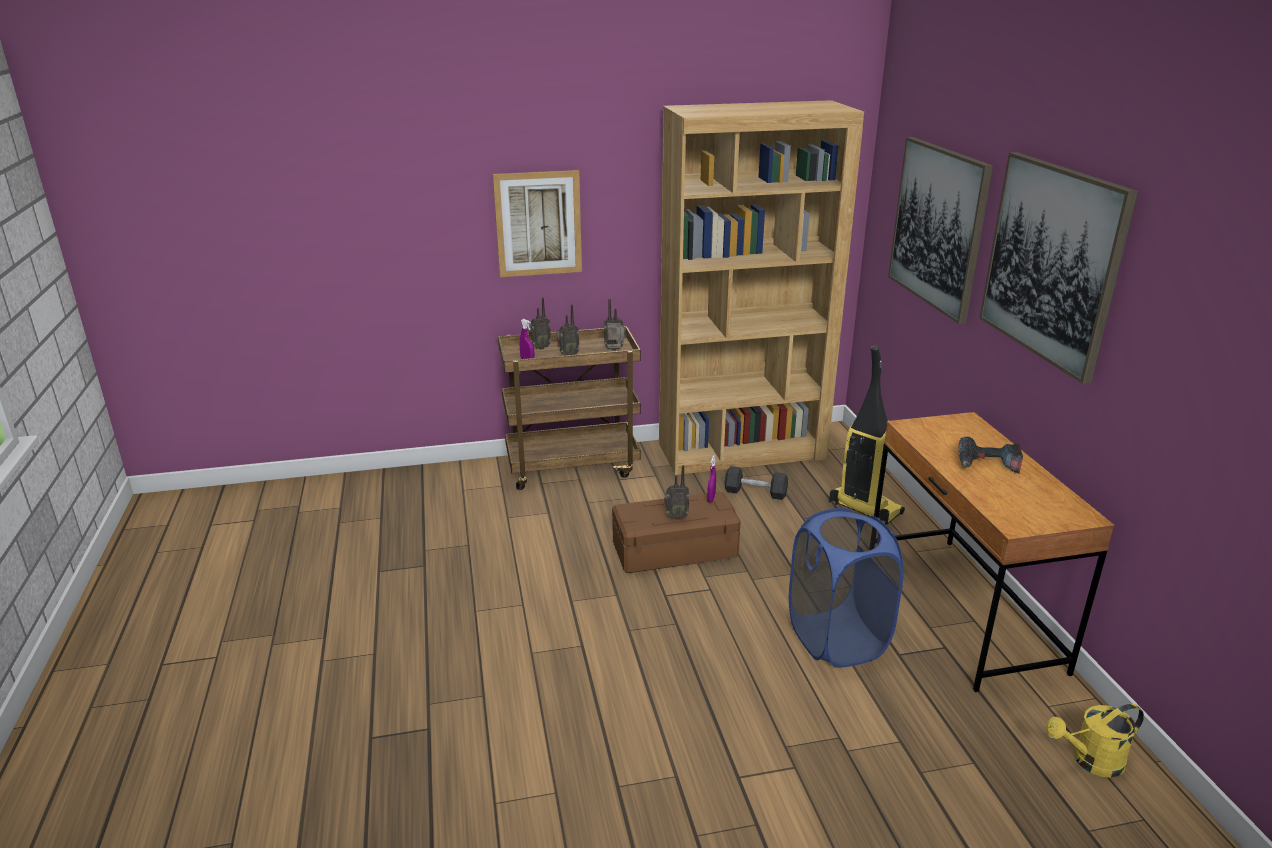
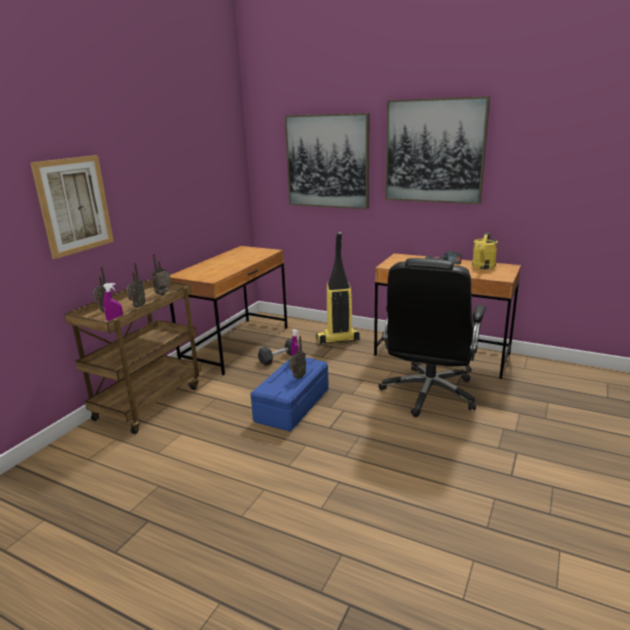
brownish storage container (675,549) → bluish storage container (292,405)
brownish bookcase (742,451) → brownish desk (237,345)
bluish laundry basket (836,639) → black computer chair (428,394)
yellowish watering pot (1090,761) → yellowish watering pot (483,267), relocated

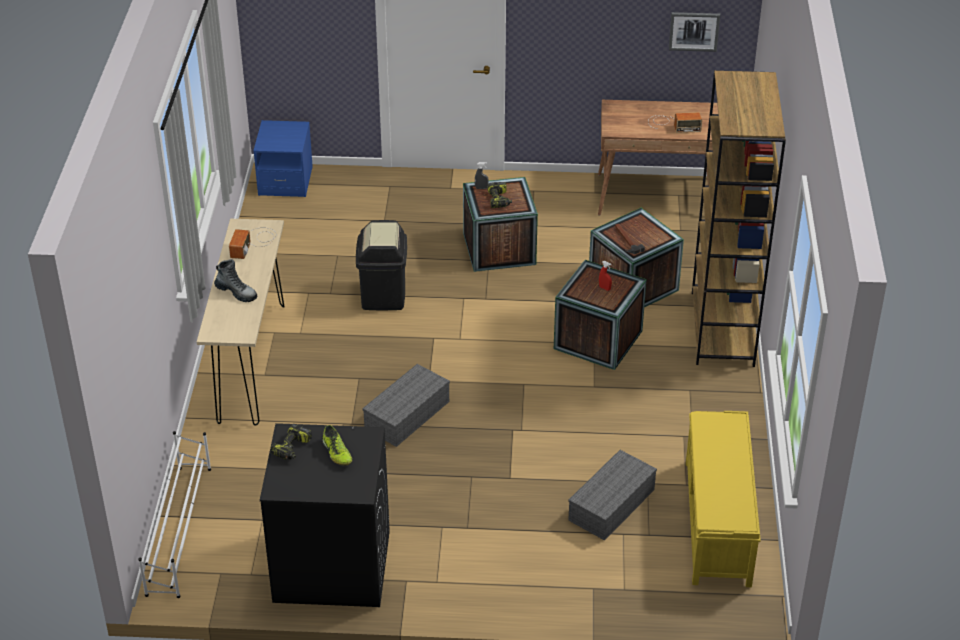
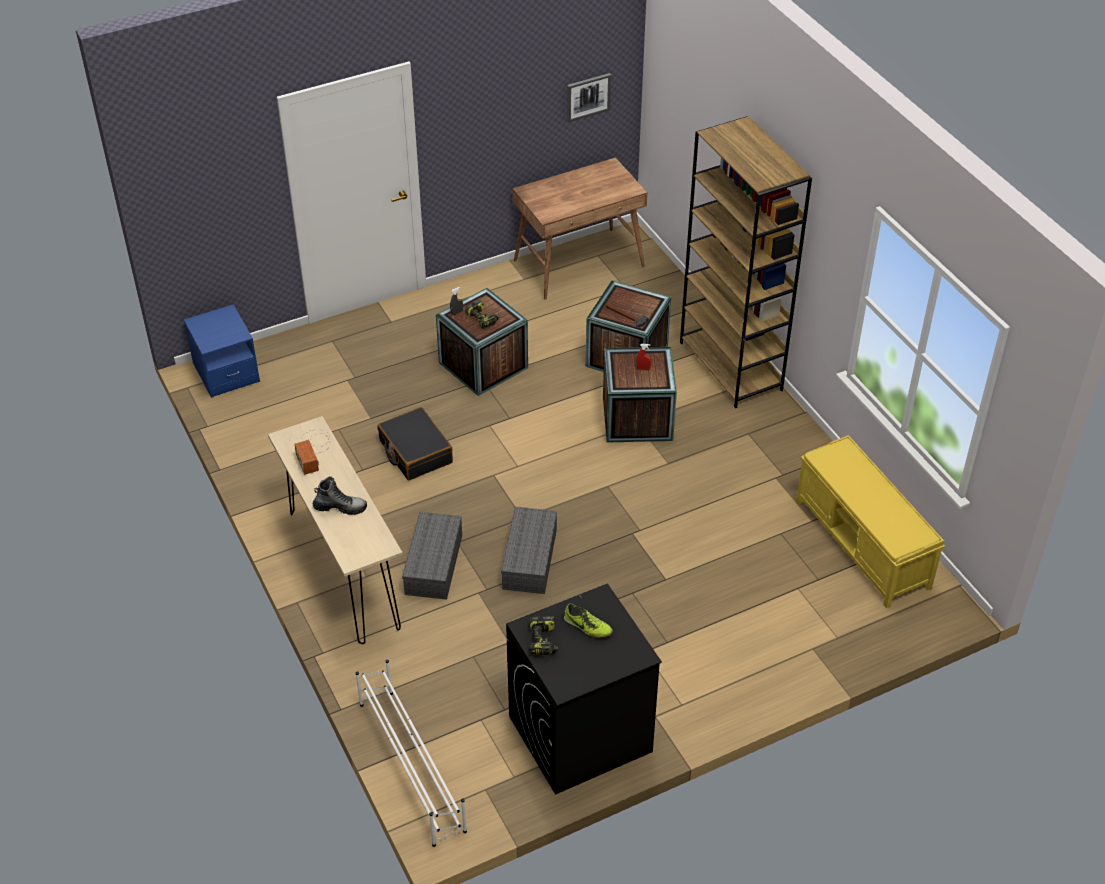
black waste bin (384,296) → black suitcase (415,452)
greyish storage container (611,506) → greyish storage container (434,565), relocated
radio set (672,124) → -

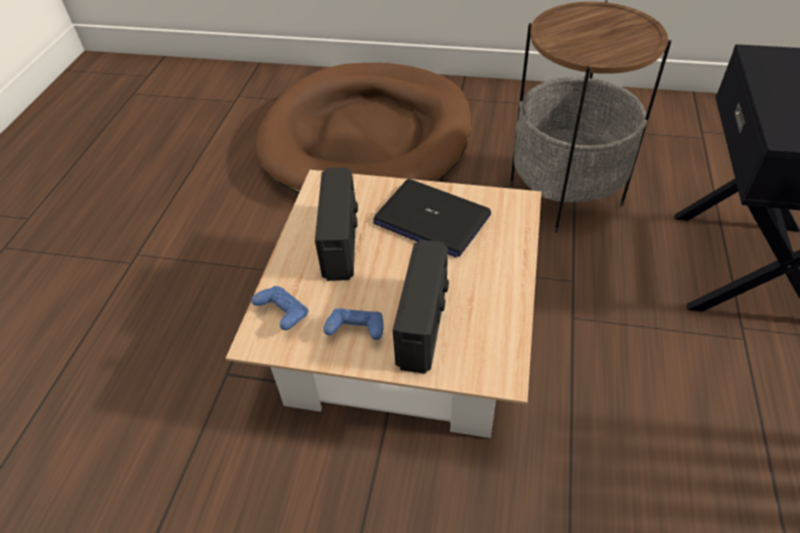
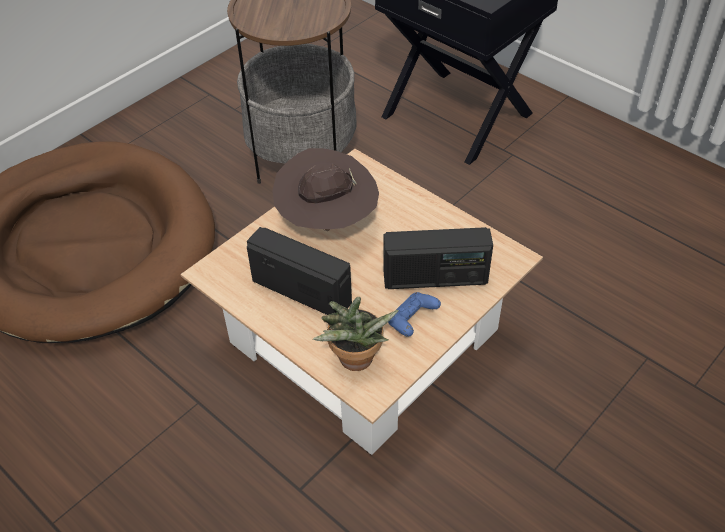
bluish joypad (283,315) → plant in a pot (355,362)
laptop (431,219) → brownish clothing hat (327,222)
radio set (423,324) → radio set (435,278), 135 degrees clockwise

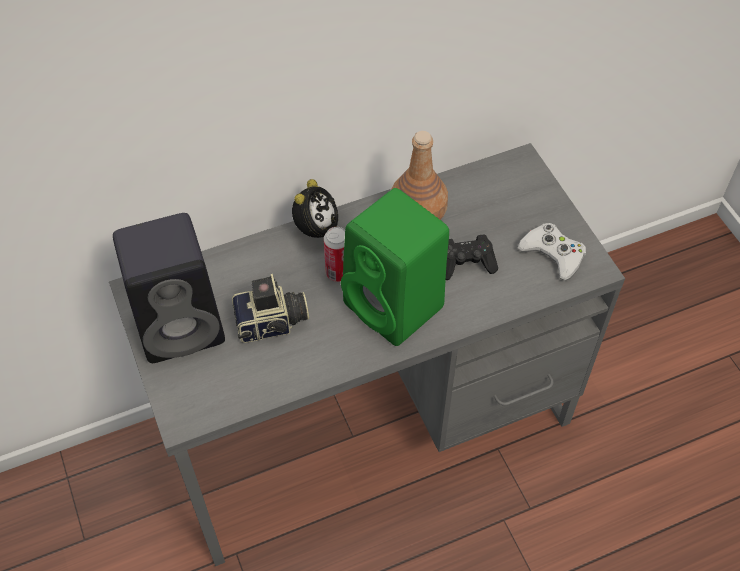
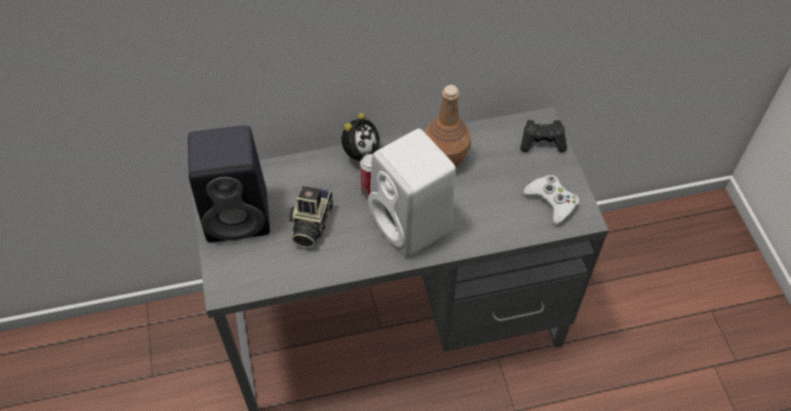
still camera (272,324) → still camera (310,225), 105 degrees clockwise
green-coloured speaker (396,306) → white-coloured speaker (413,226)
black joypad (466,264) → black joypad (542,142), relocated

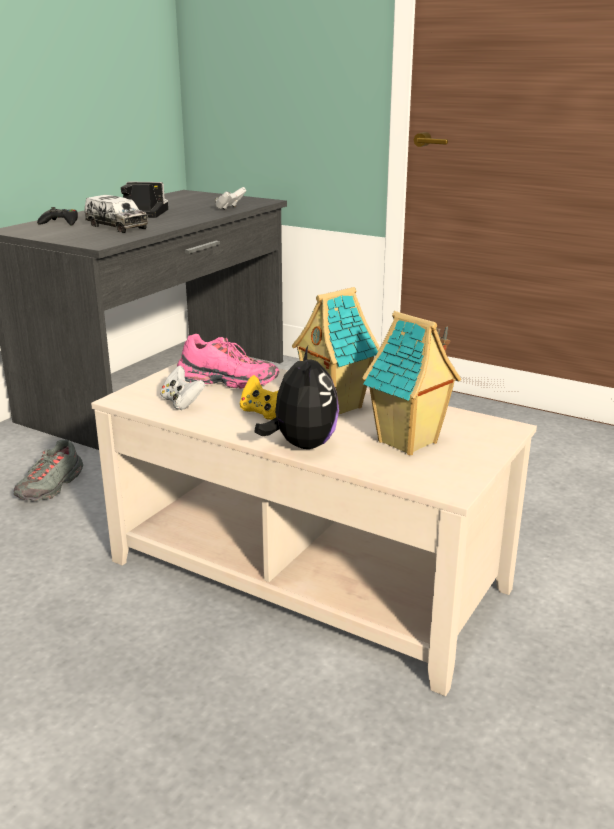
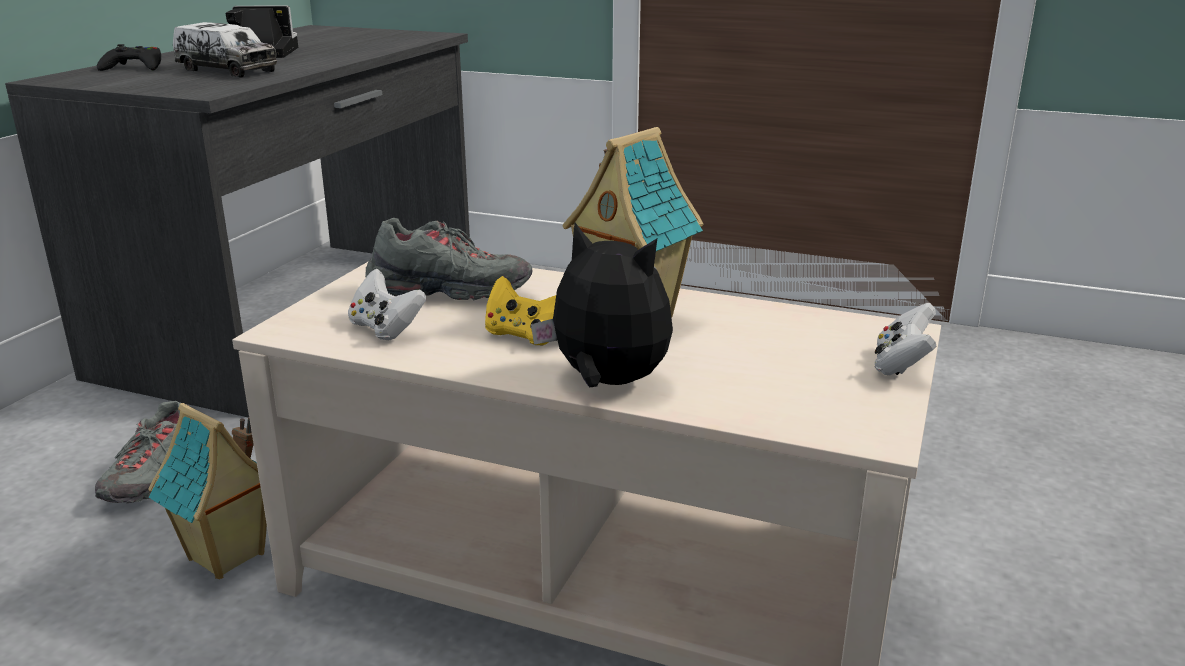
pink-coloured shoe (227,383) → greyish shoe (449,292)
white-coloured joypad (230,208) → white-coloured joypad (901,365), relocated
soft toy (301,445) → soft toy (606,382), 45 degrees counterclockwise
toy house (408,443) → toy house (227,557), relocated

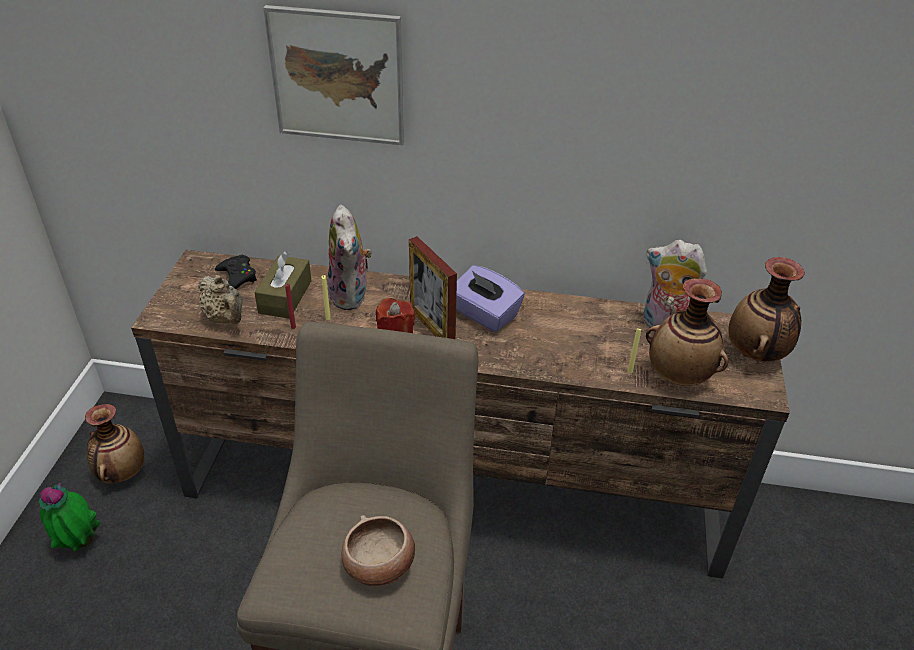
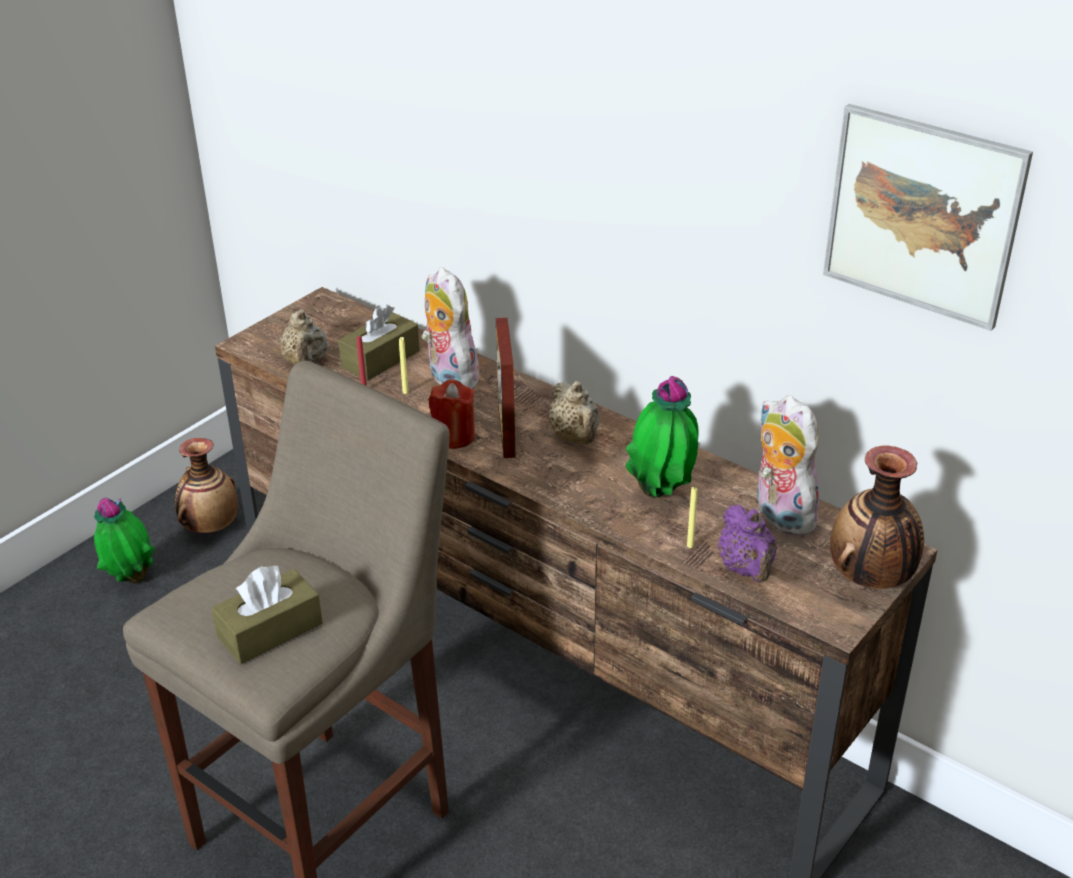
black joypad (237,277) → -
wall picture (337,76) → wall picture (922,216), relocated
soft toy (352,296) → soft toy (448,377), 135 degrees clockwise
deep dish (379,566) → brownish tissue holder (270,630)
purple tissue holder (484,314) → beige-coloured teapot (575,437)
vase (679,375) → purple teapot (746,569)
- → plant in a pot (662,494)

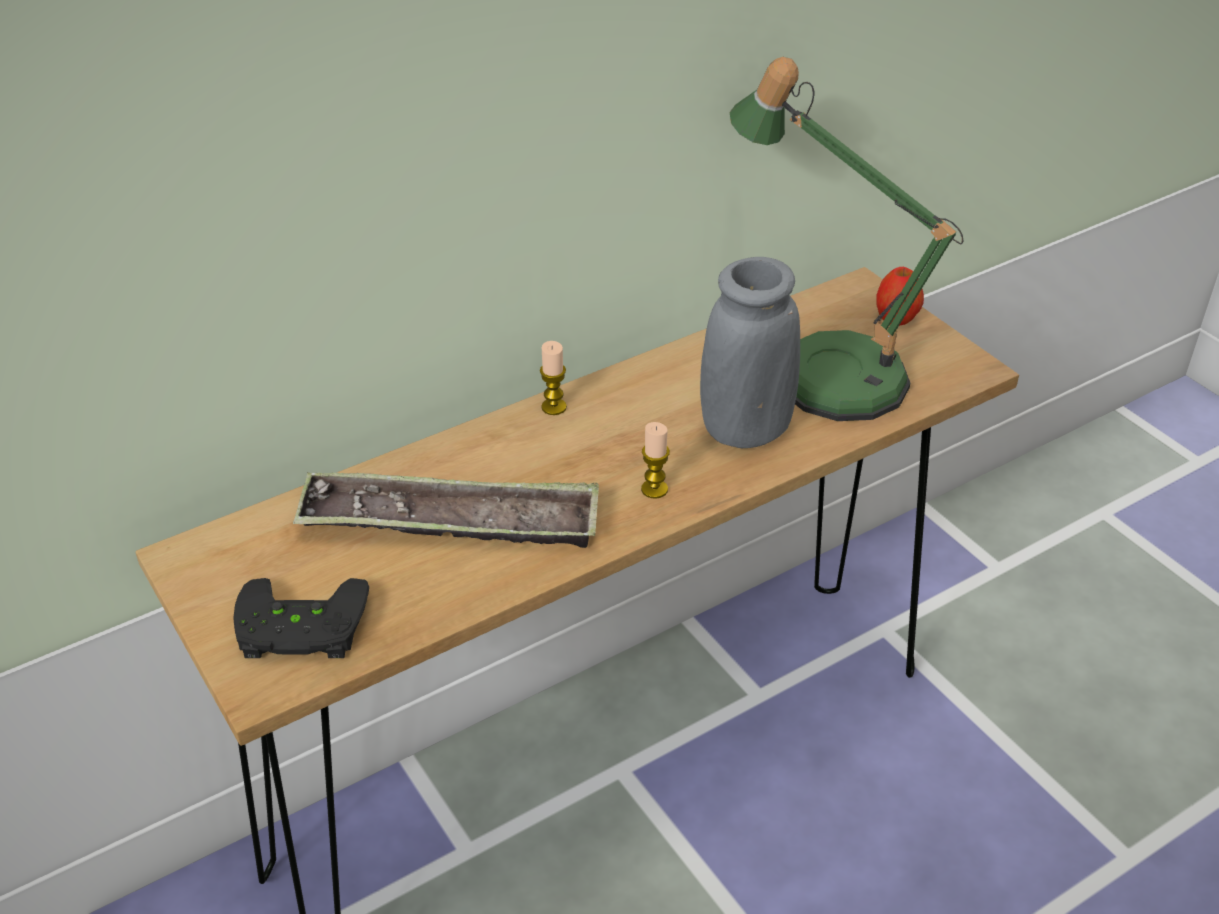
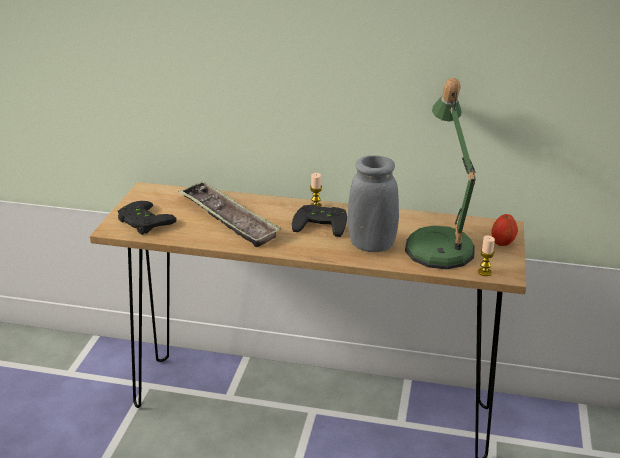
wax candle (654,489) → wax candle (484,272), relocated
- → black joypad (322,223)

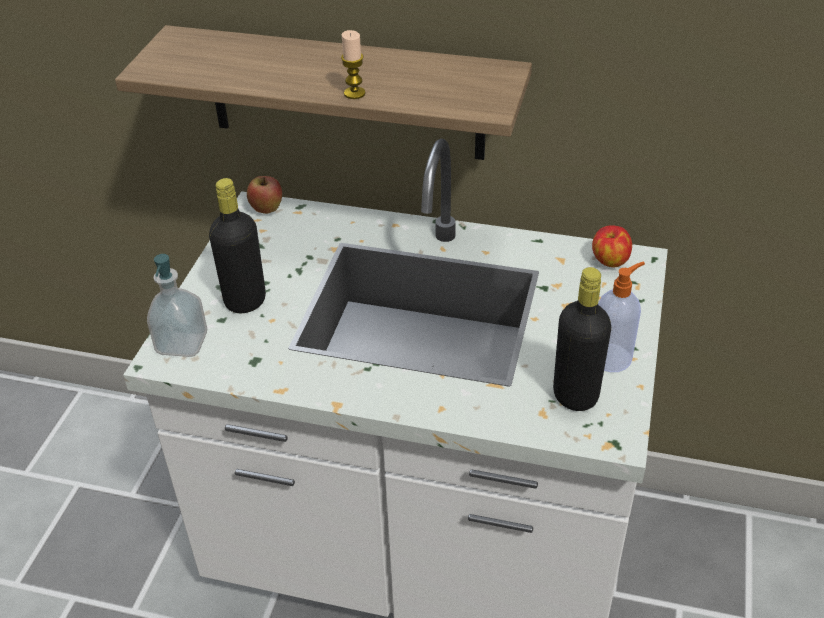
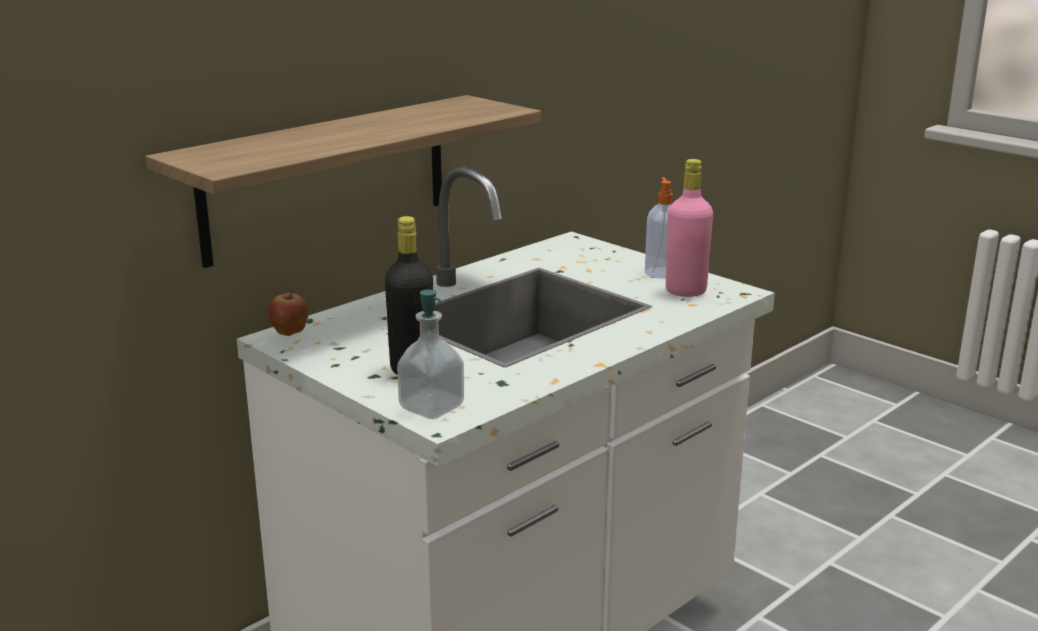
wax candle (354,93) → -
black bottle (575,395) → pink-coloured bottle (685,291)
whole apple (609,261) → -

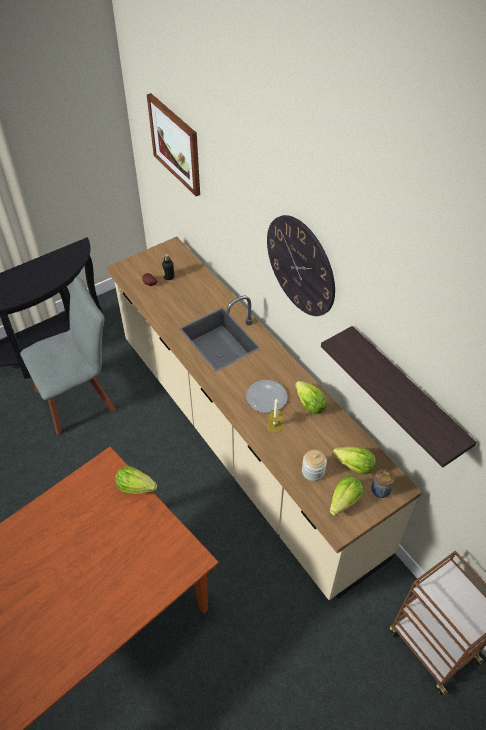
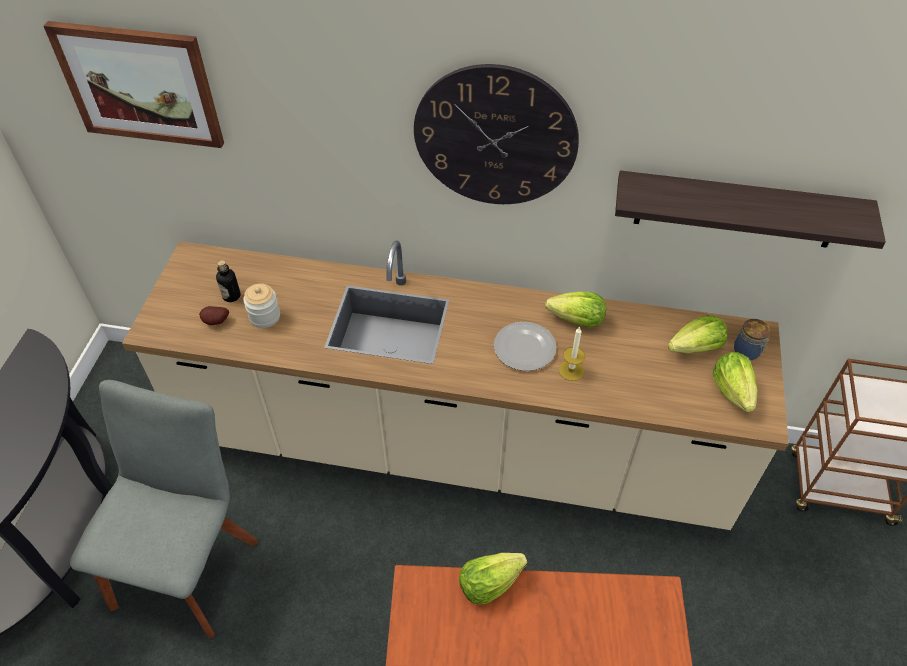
storage jar (313,471) → storage jar (264,316), relocated

